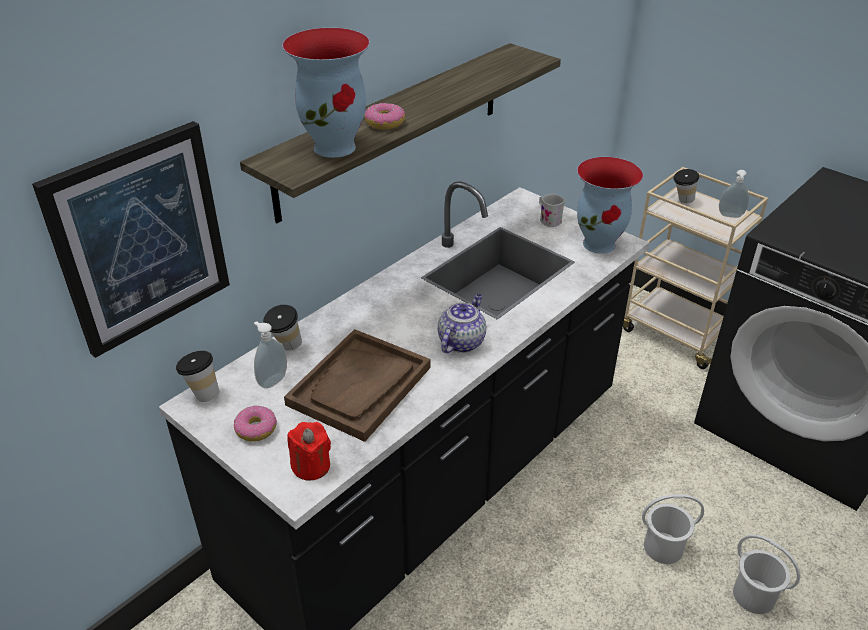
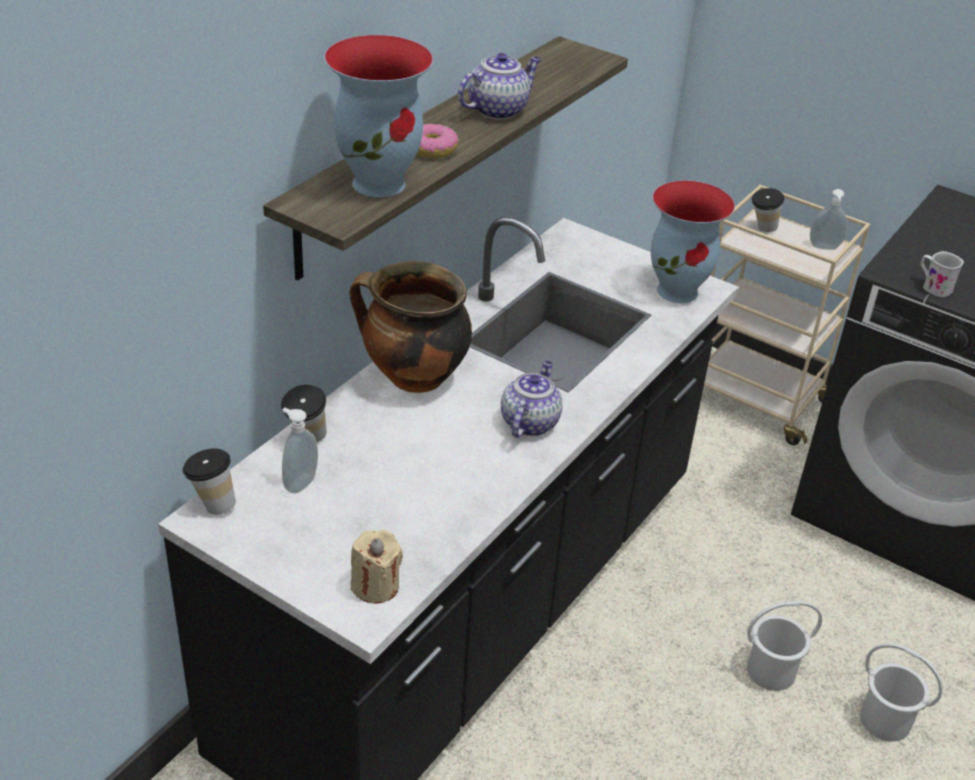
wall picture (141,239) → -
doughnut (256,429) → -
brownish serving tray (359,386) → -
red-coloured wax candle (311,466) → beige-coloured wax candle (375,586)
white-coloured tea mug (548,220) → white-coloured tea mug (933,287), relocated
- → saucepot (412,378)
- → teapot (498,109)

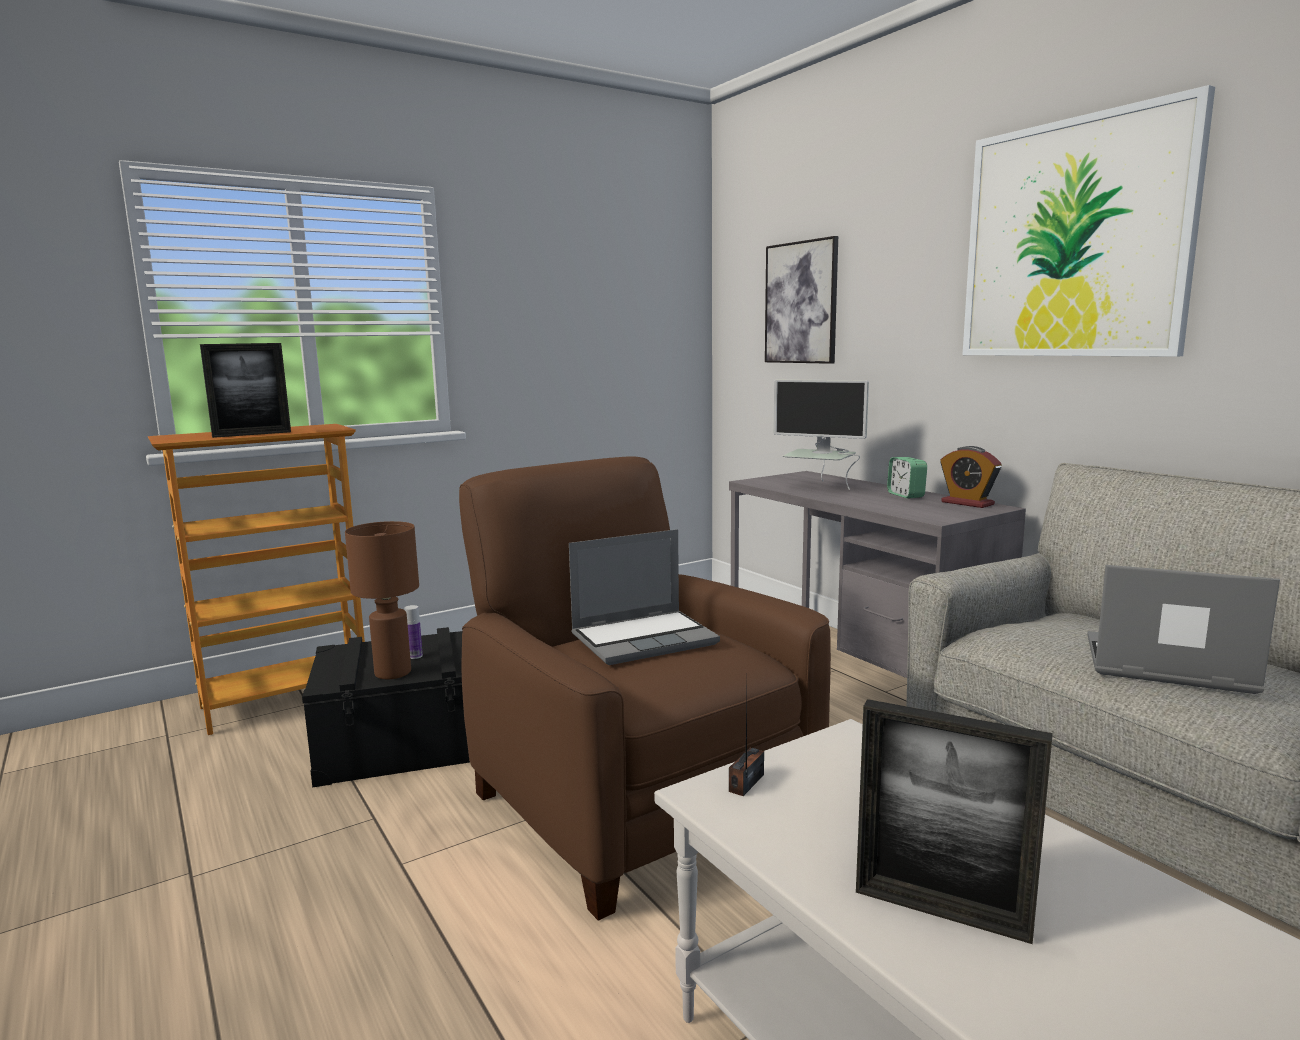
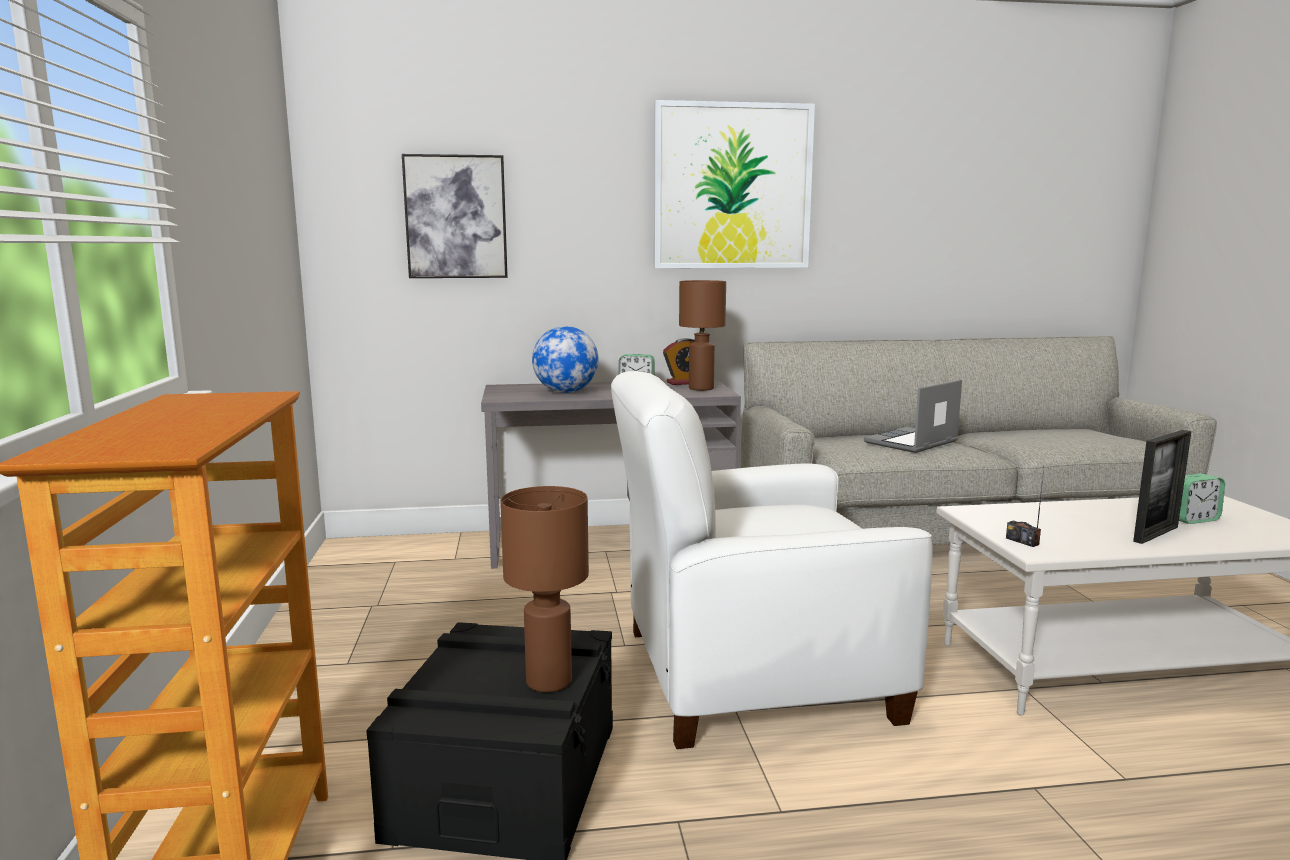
standing frame (252,434) → -
bottle (415,656) → -
brownish armchair (637,801) → white-coloured armchair (751,674)
laptop (645,639) → -
monitor (819,487) → world globe (565,392)
- → brownish lamp for a table (700,388)
- → bedside clock (1192,519)

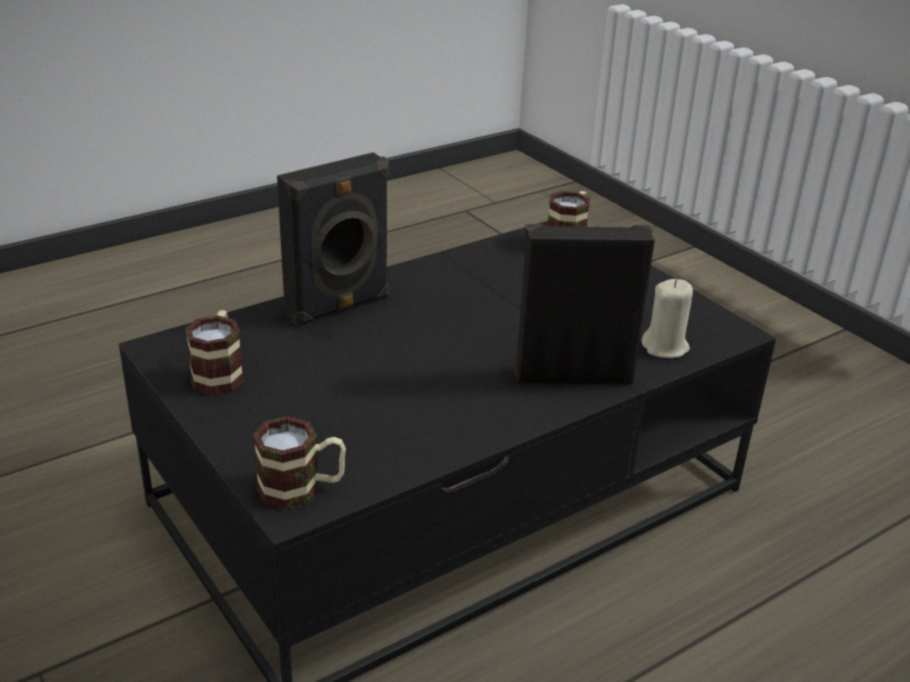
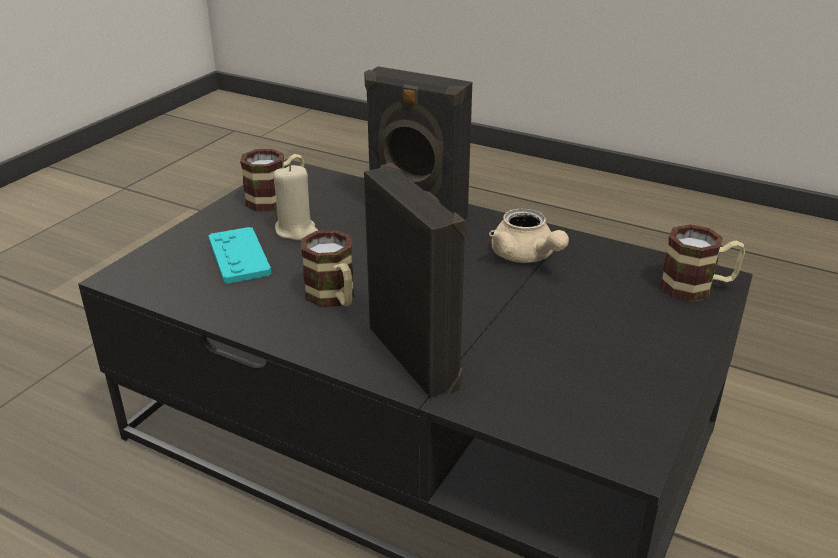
tea mug (301,489) → tea mug (334,298), relocated
beige-coloured wax candle (665,347) → beige-coloured wax candle (296,230), relocated
- → turquoise joypad (239,256)
- → beige-coloured teapot (526,257)

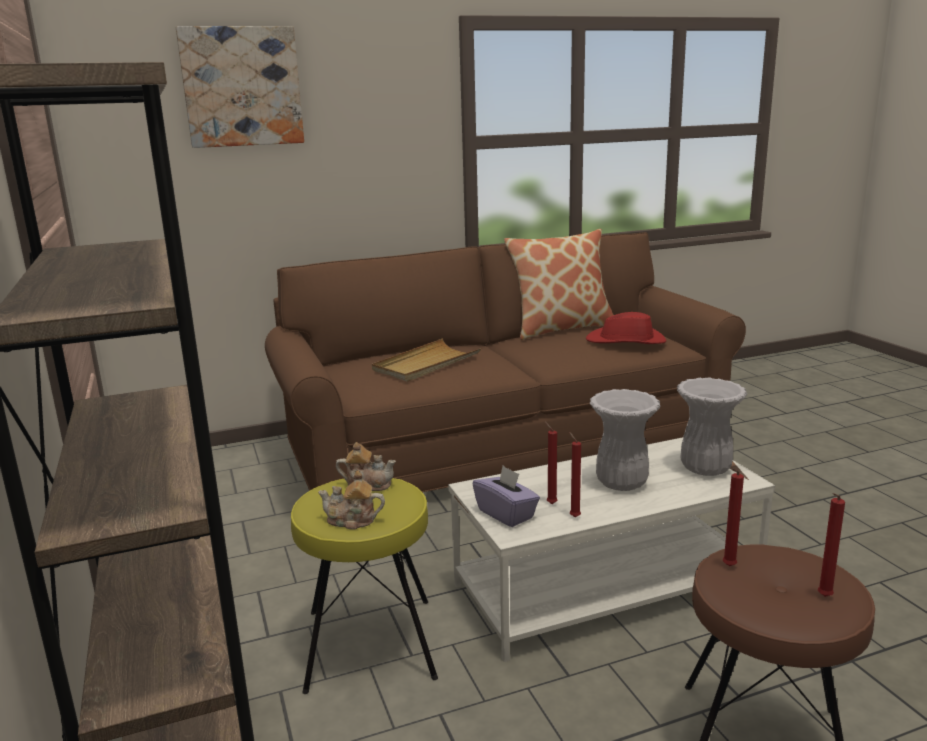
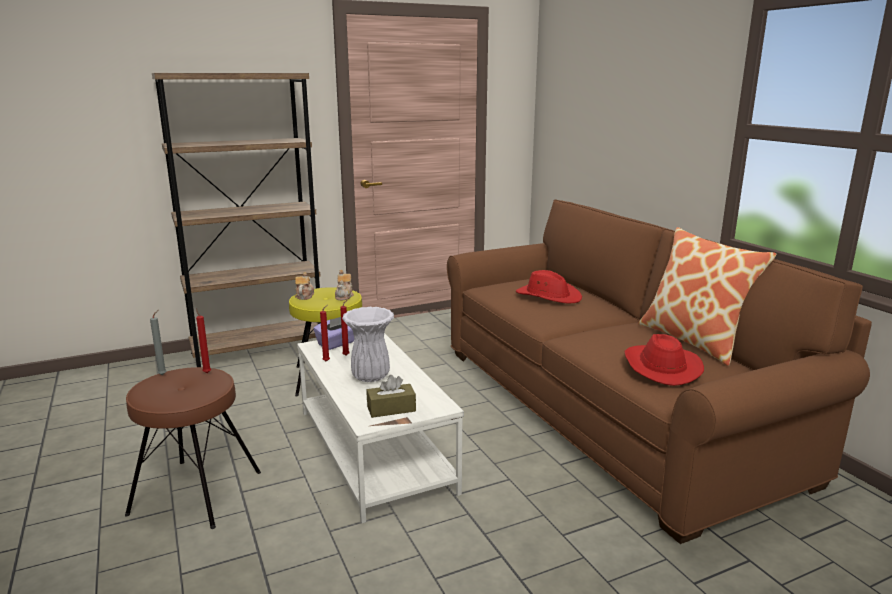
wall picture (242,87) → -
beige-coloured serving tray (426,364) → red-coloured clothing hat (548,296)
white-coloured vase (704,469) → brownish tissue holder (391,409)
red-coloured wax candle (823,597) → -
- → greyish wax candle (163,374)

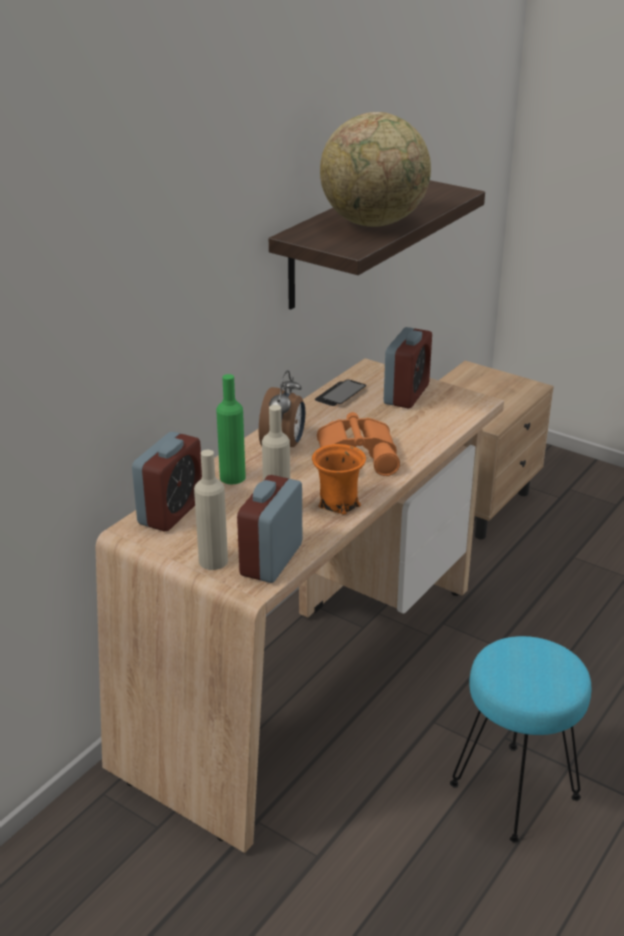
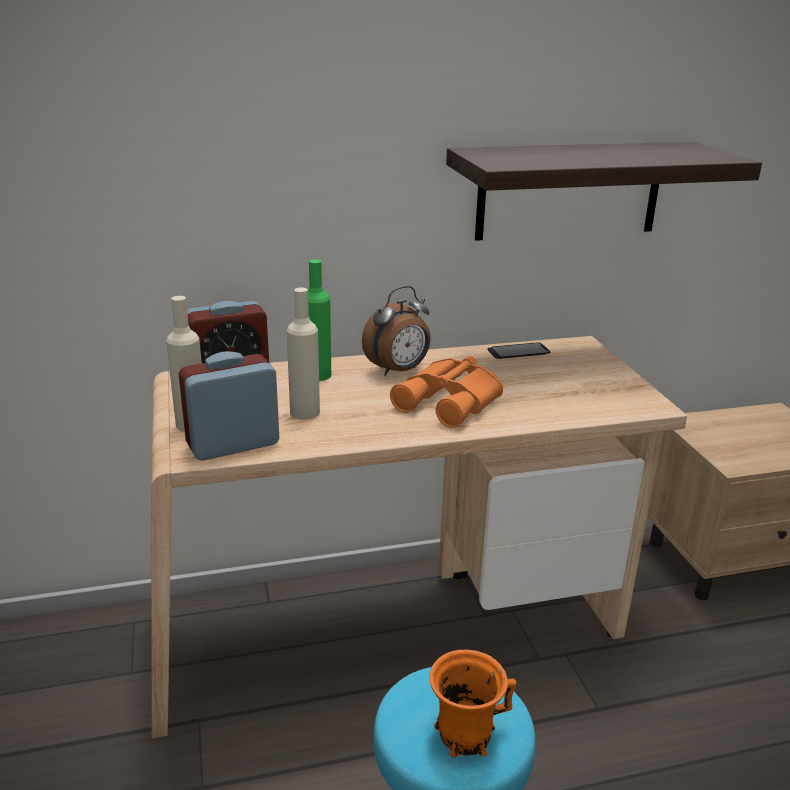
orange-coloured tea mug (338,503) → orange-coloured tea mug (464,733), relocated
world globe (374,223) → -
bedside clock (406,394) → -

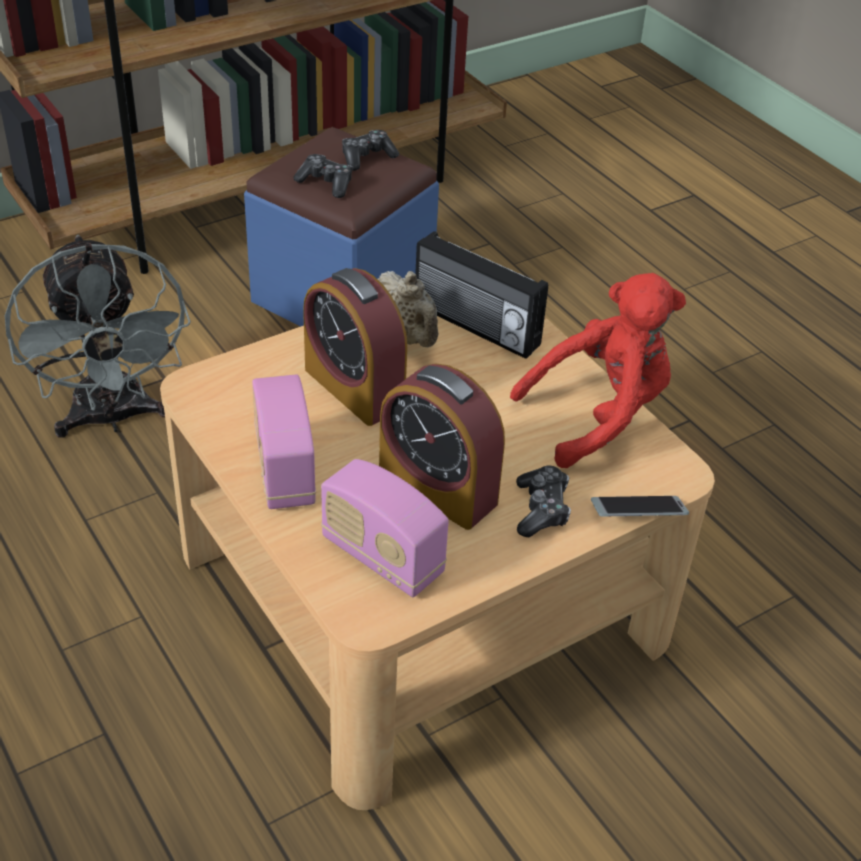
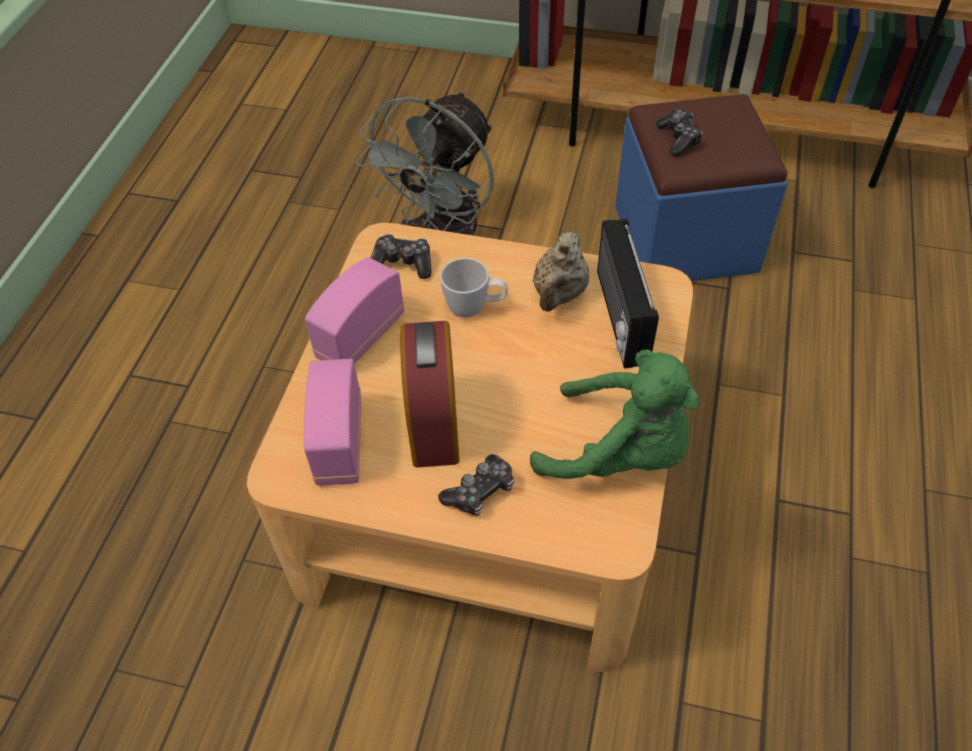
bedside clock (354,388) → white-coloured tea mug (475,308)
joypad (367,157) → joypad (403,263), relocated
red-coloured soft toy (599,415) → green-coloured soft toy (620,453)
phone (637,513) → -

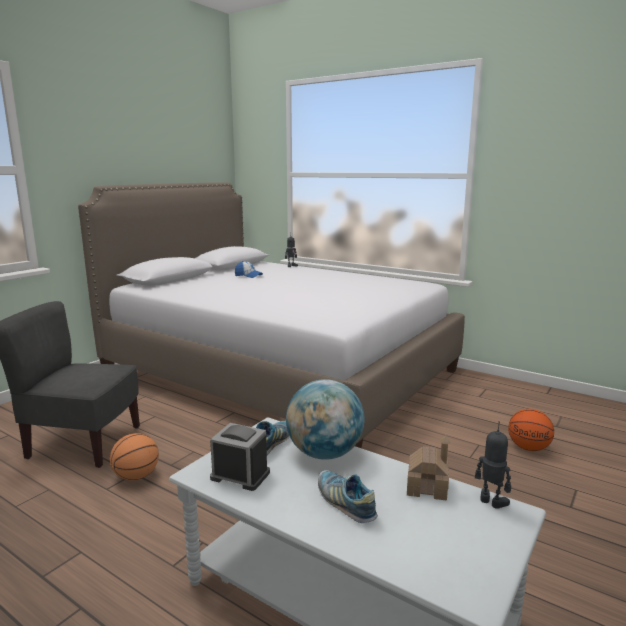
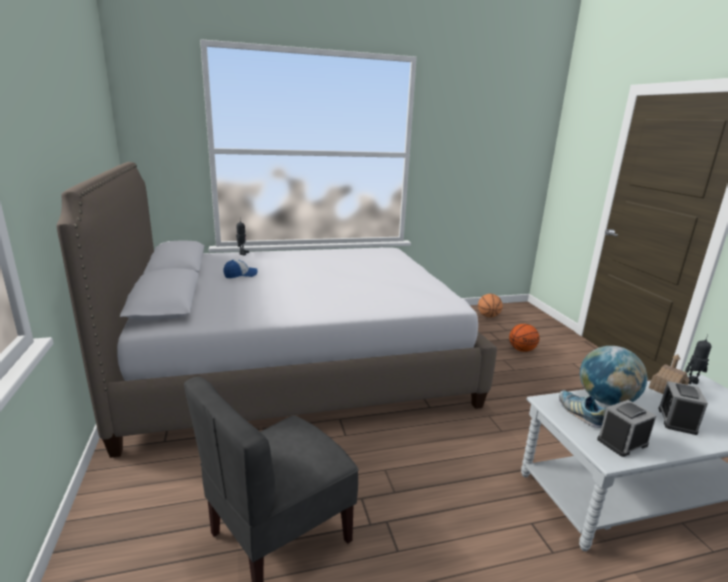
ball for basketball (136,476) → ball for basketball (488,316), relocated
shoe (345,502) → bedside clock (677,420)

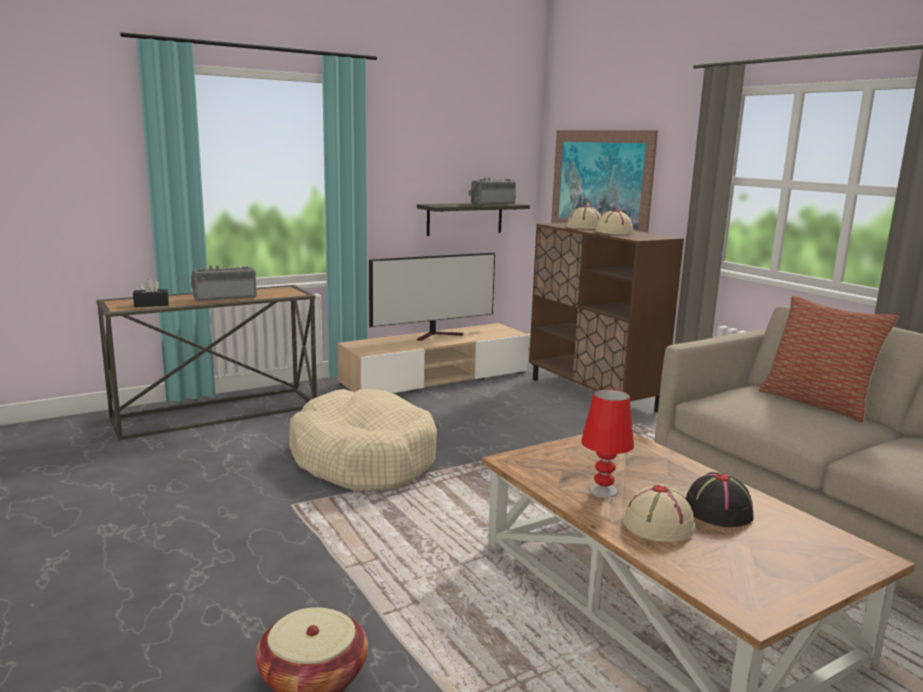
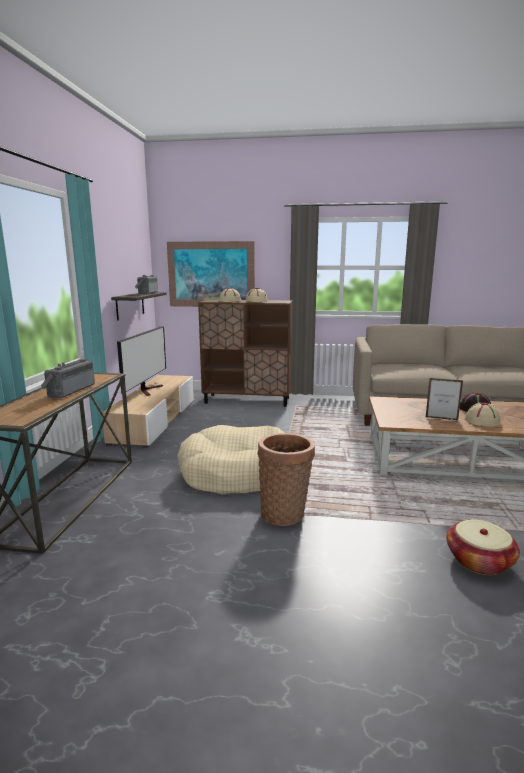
black tissue holder (151,304) → -
red-coloured lamp for a table (603,491) → standing frame (441,419)
throw pillow (817,403) → -
- → household basket (285,513)

